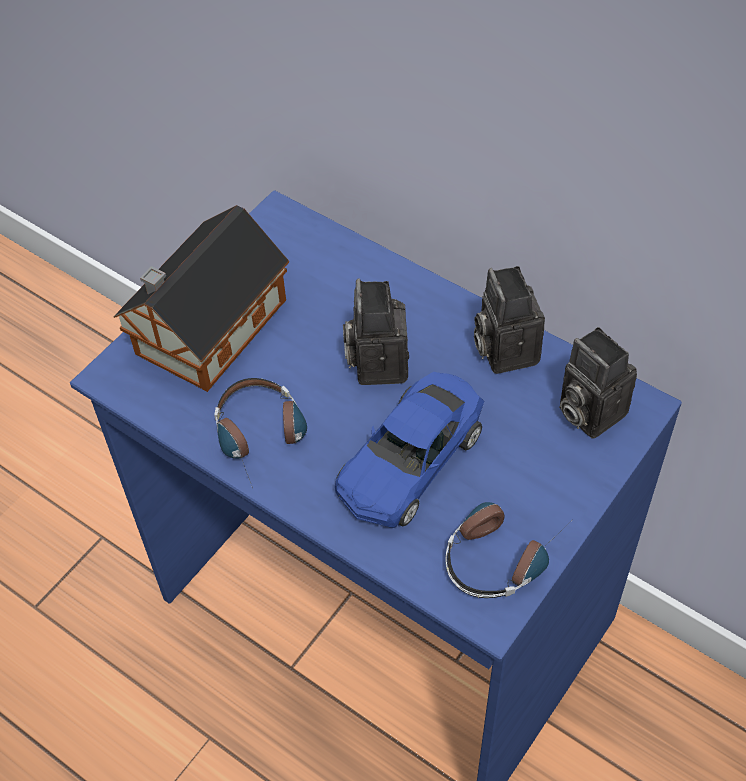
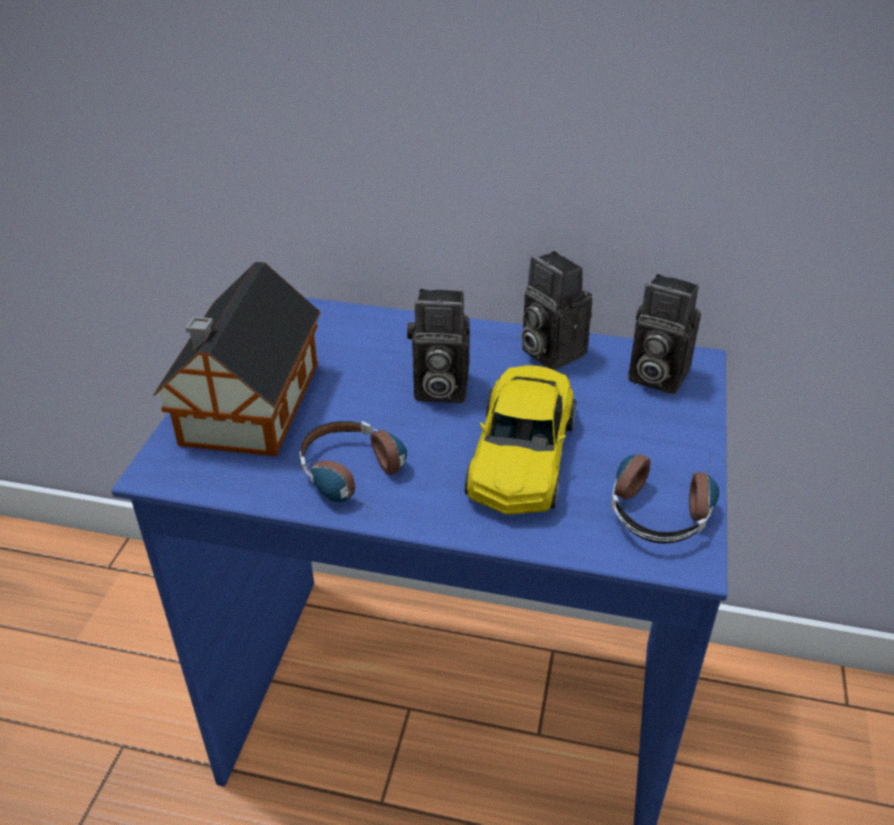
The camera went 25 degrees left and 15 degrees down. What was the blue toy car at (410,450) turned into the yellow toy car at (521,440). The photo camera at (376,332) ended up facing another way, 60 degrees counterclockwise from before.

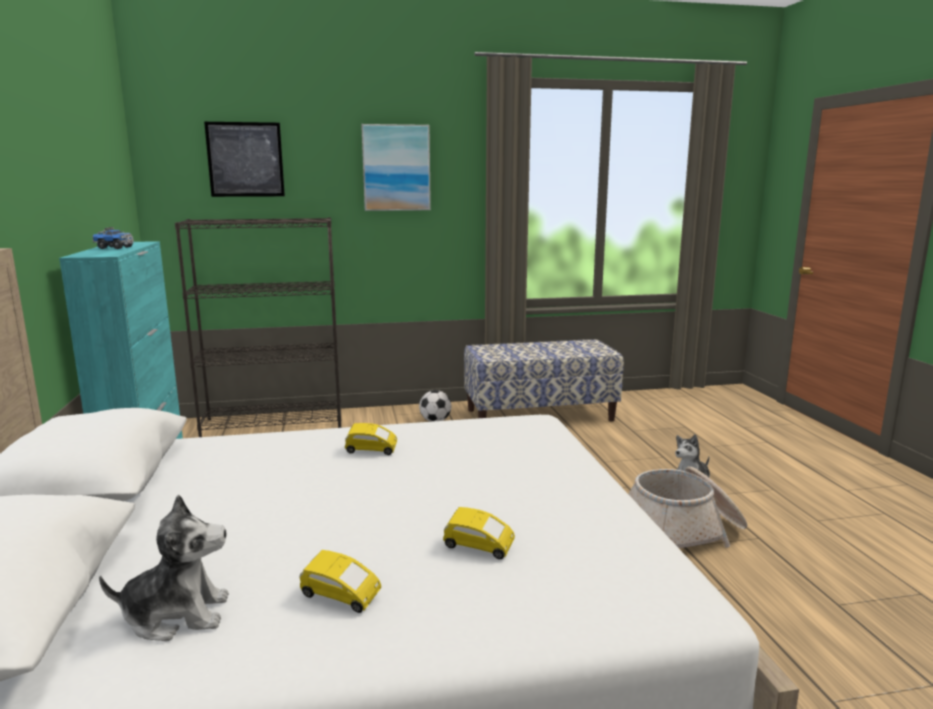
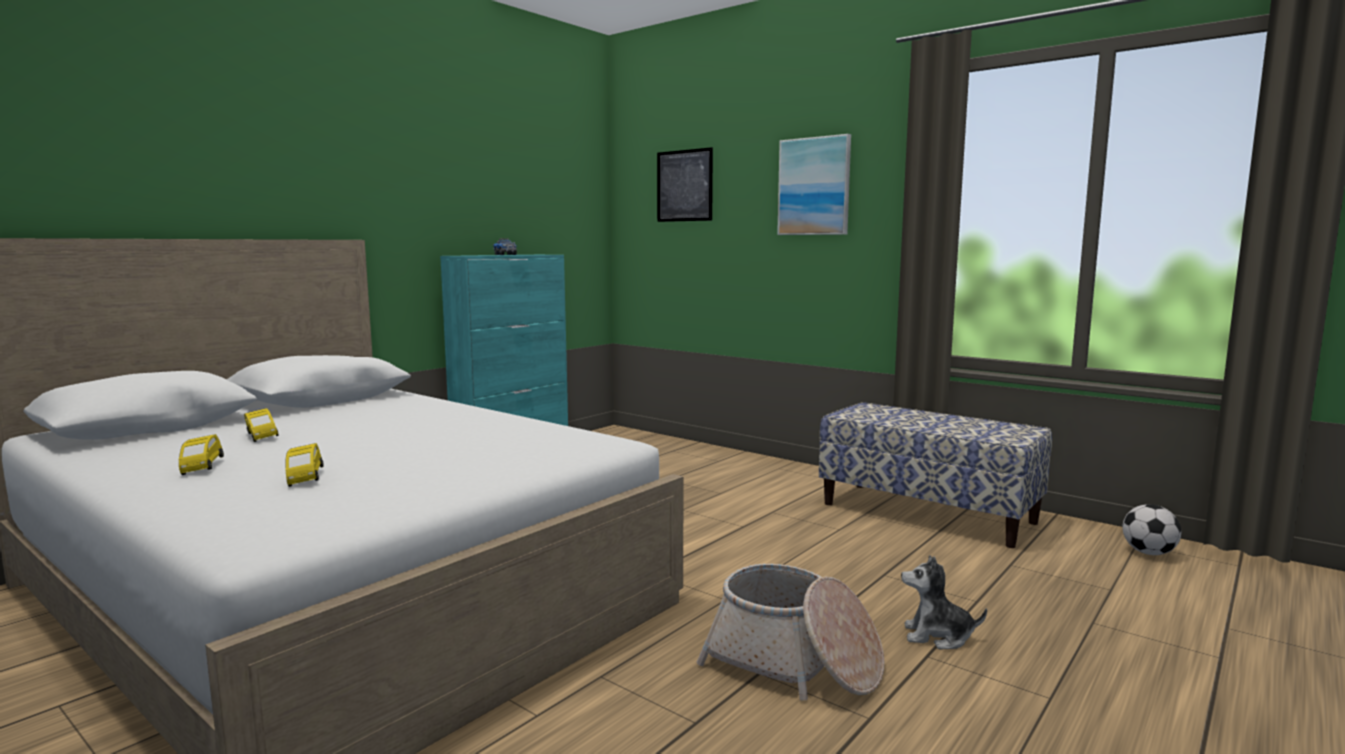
The camera went 50 degrees right and 5 degrees down. The second view lost the plush toy at (164,567). The second view lost the black bookcase at (258,327). The yellow toy car ended up elsewhere, having gone from (371,439) to (261,425). The football ended up elsewhere, having gone from (435,406) to (1151,529).

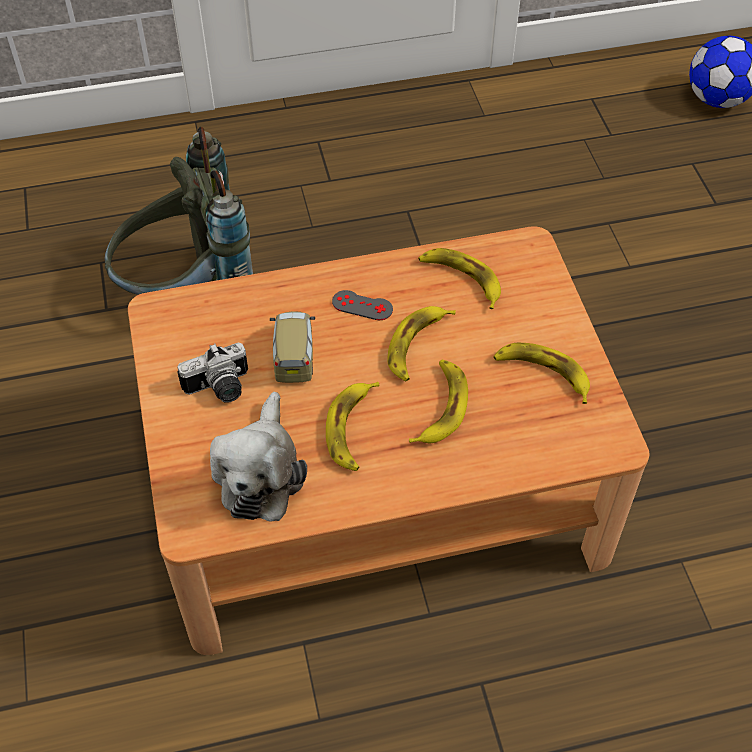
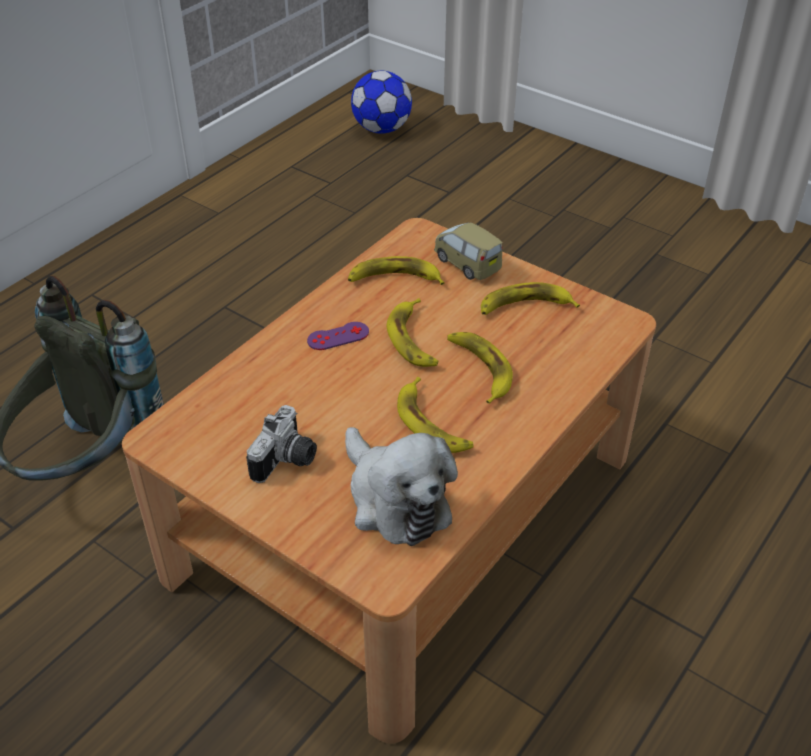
The camera went 40 degrees left and 10 degrees down. The toy car ended up elsewhere, having gone from (292,347) to (468,251). What was the grey game controller at (362,305) turned into the purple game controller at (338,336).

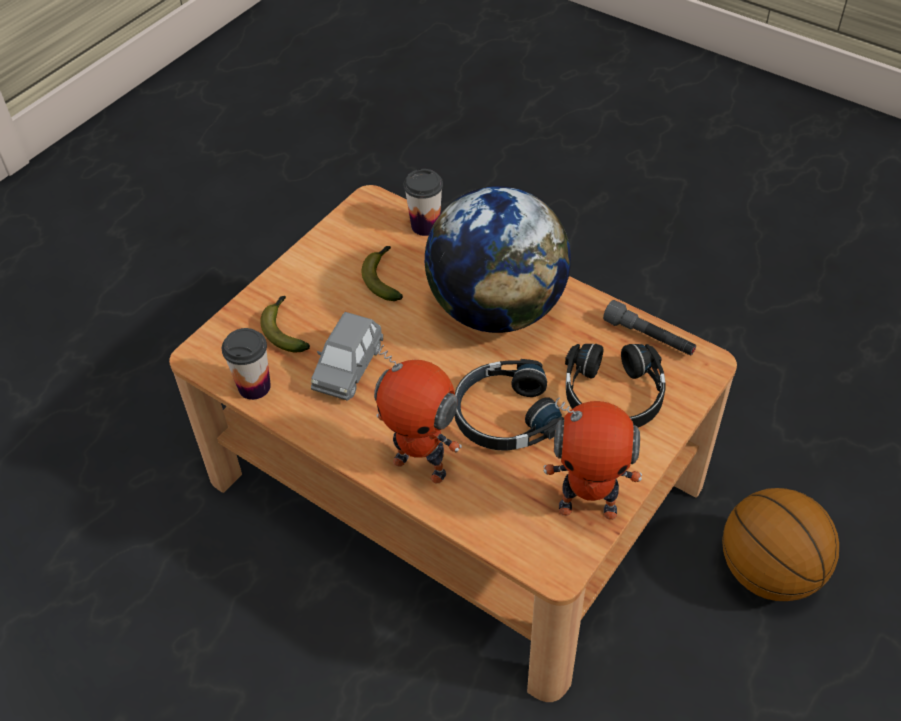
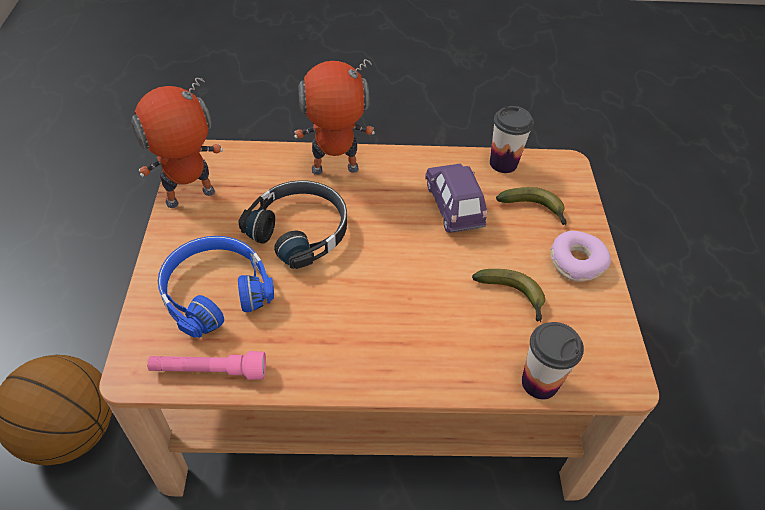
The camera went 140 degrees right and 0 degrees up. What was the grey toy car at (347,356) turned into the purple toy car at (456,198). The second view lost the globe at (498,259). What was the black headphones at (615,385) turned into the blue headphones at (216,287). What was the grey flashlight at (649,328) turned into the pink flashlight at (206,365). The second view gained the donut at (580,256).

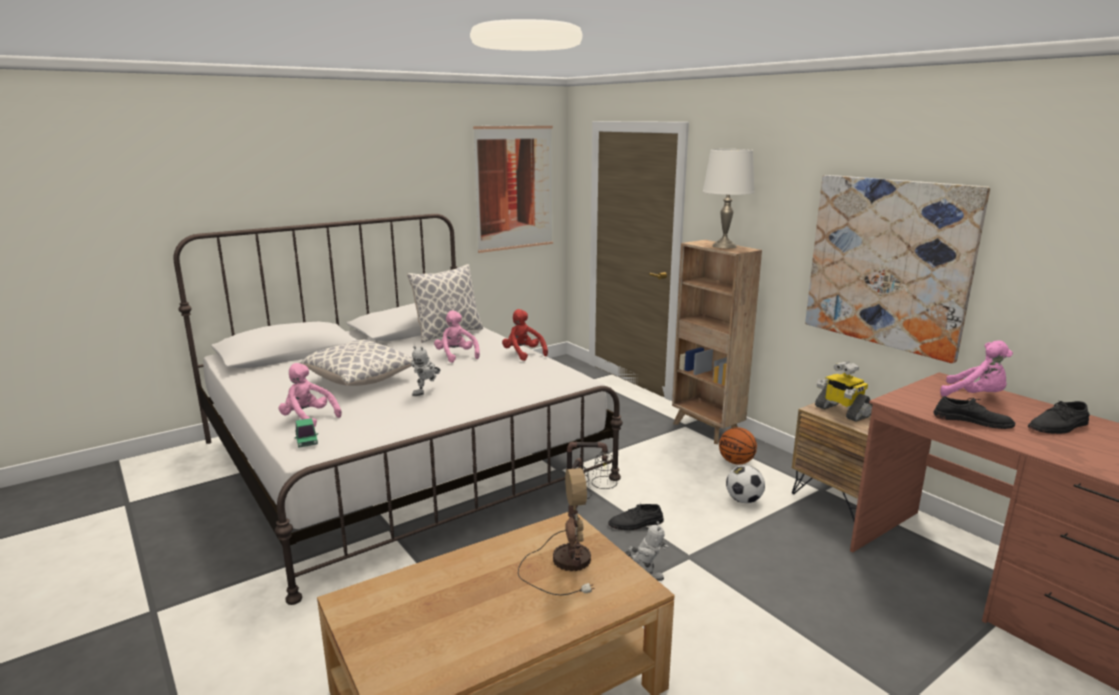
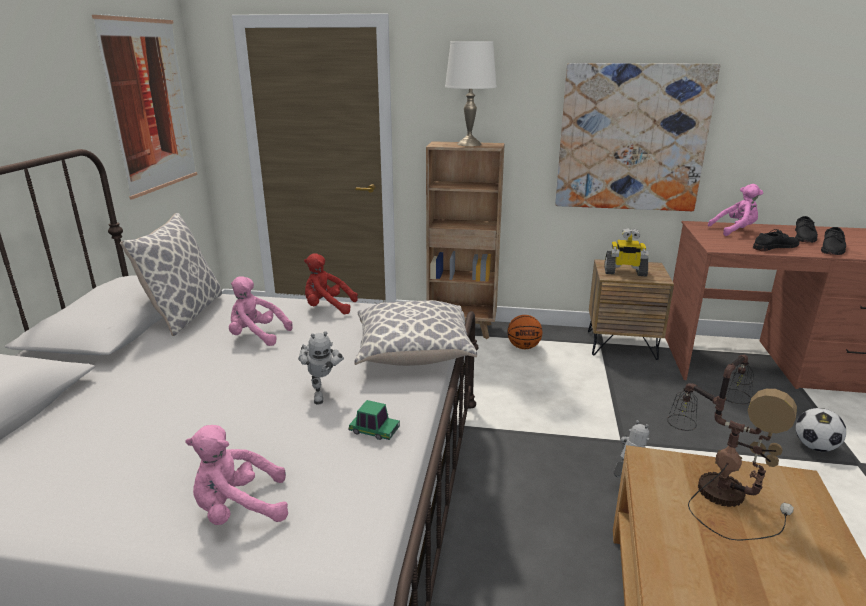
The camera went 45 degrees left and 5 degrees up. The toy car ended up elsewhere, having gone from (306,433) to (374,420). The pillow ended up elsewhere, having gone from (356,363) to (415,333). The black shoe ended up elsewhere, having gone from (636,516) to (833,241). The football ended up elsewhere, having gone from (745,484) to (821,430).

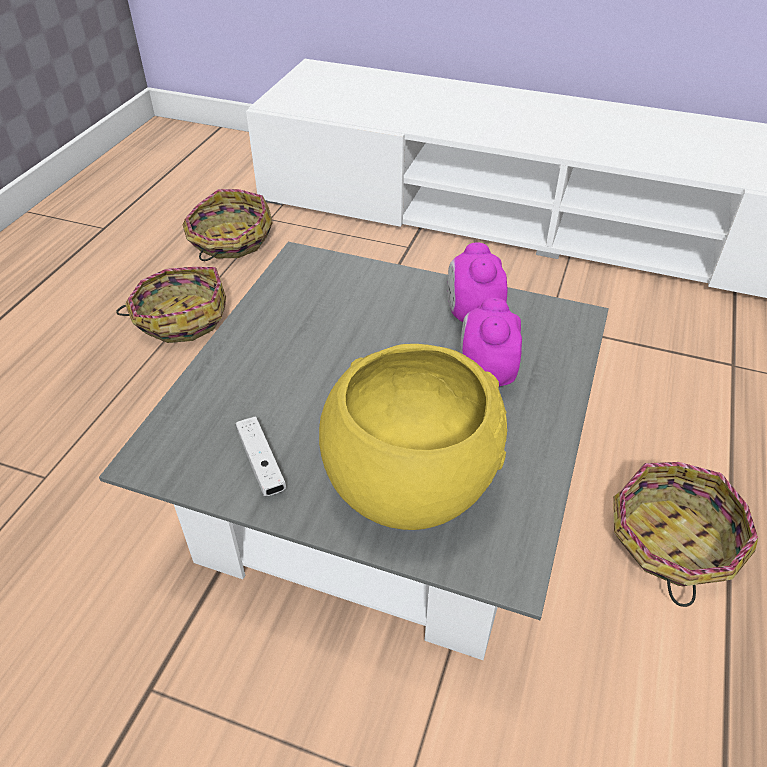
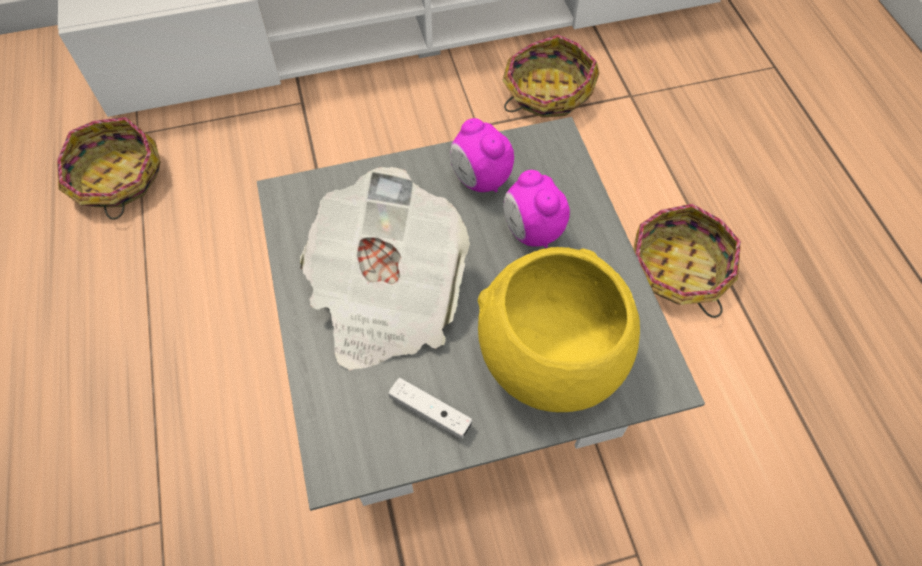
The camera went 35 degrees left and 15 degrees up. The basket ended up elsewhere, having gone from (171,305) to (550,76). The second view gained the newspaper at (385,268).

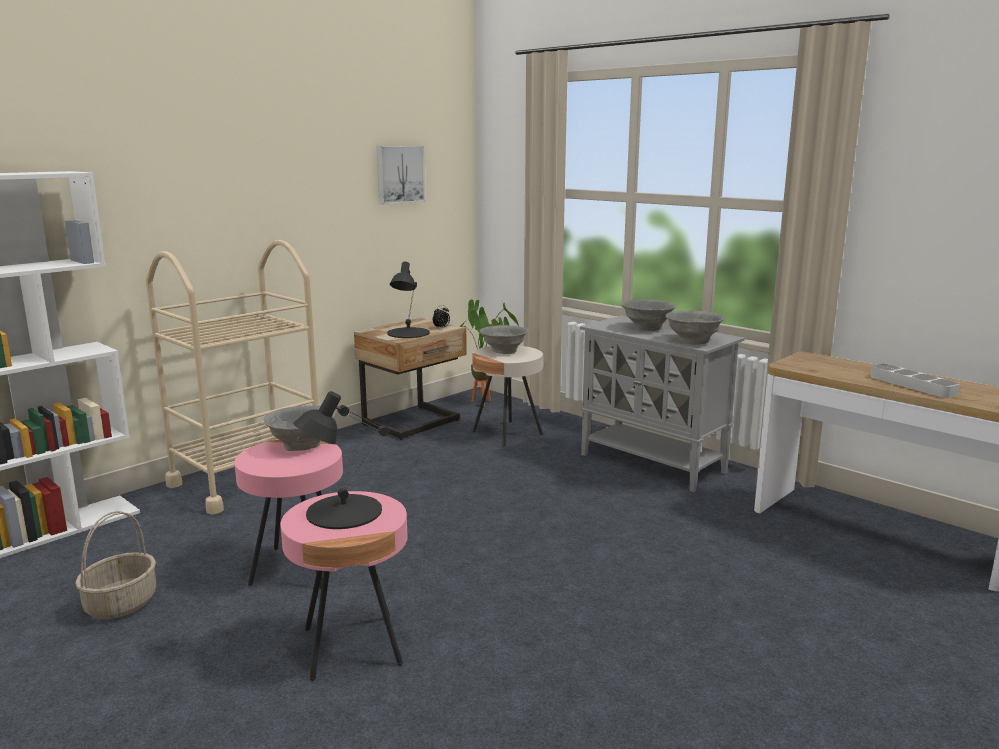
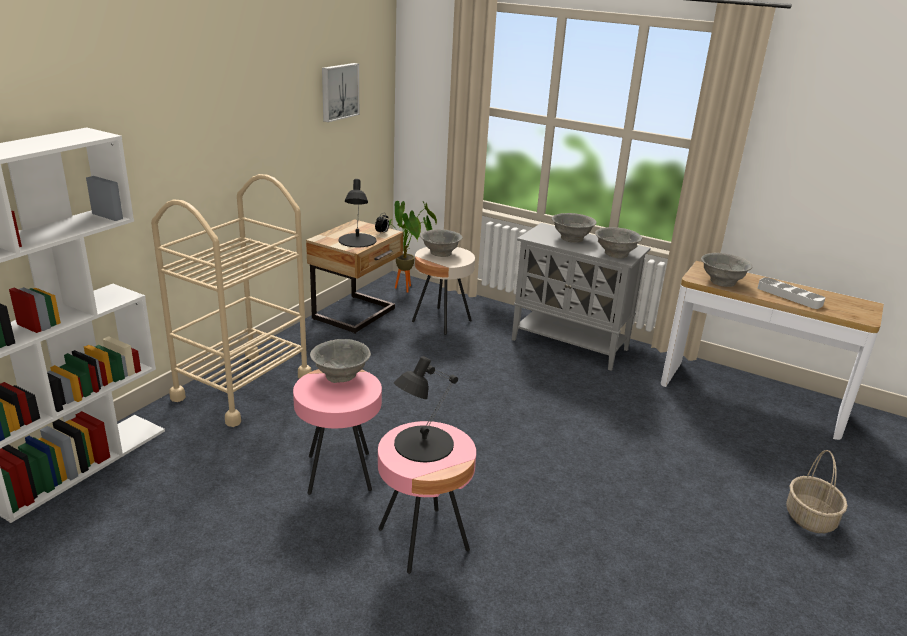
The camera went 15 degrees left and 10 degrees up. The basket ended up elsewhere, having gone from (115,565) to (817,491). The second view gained the grey bowl at (726,270).

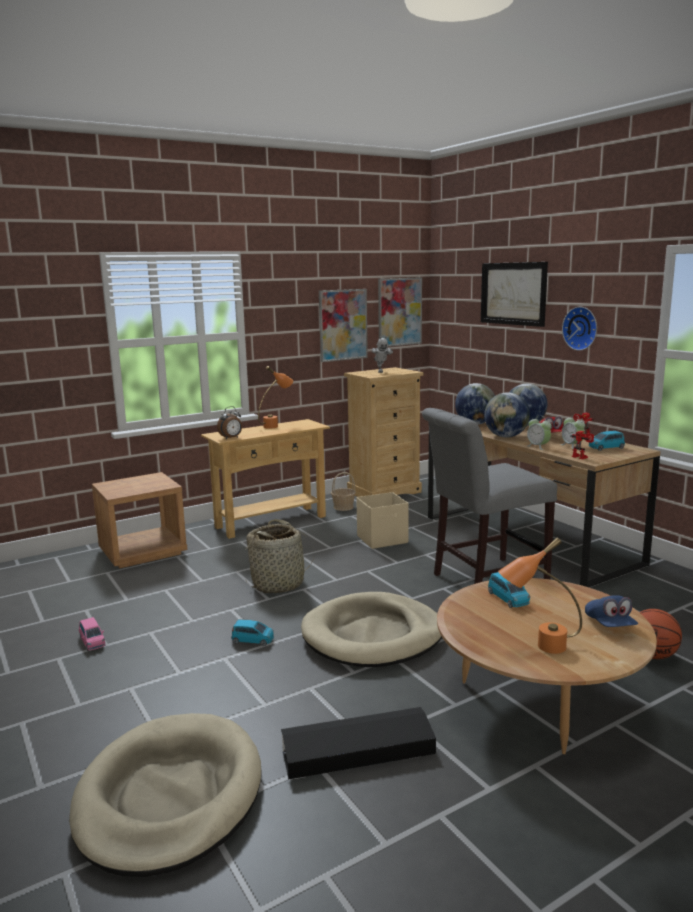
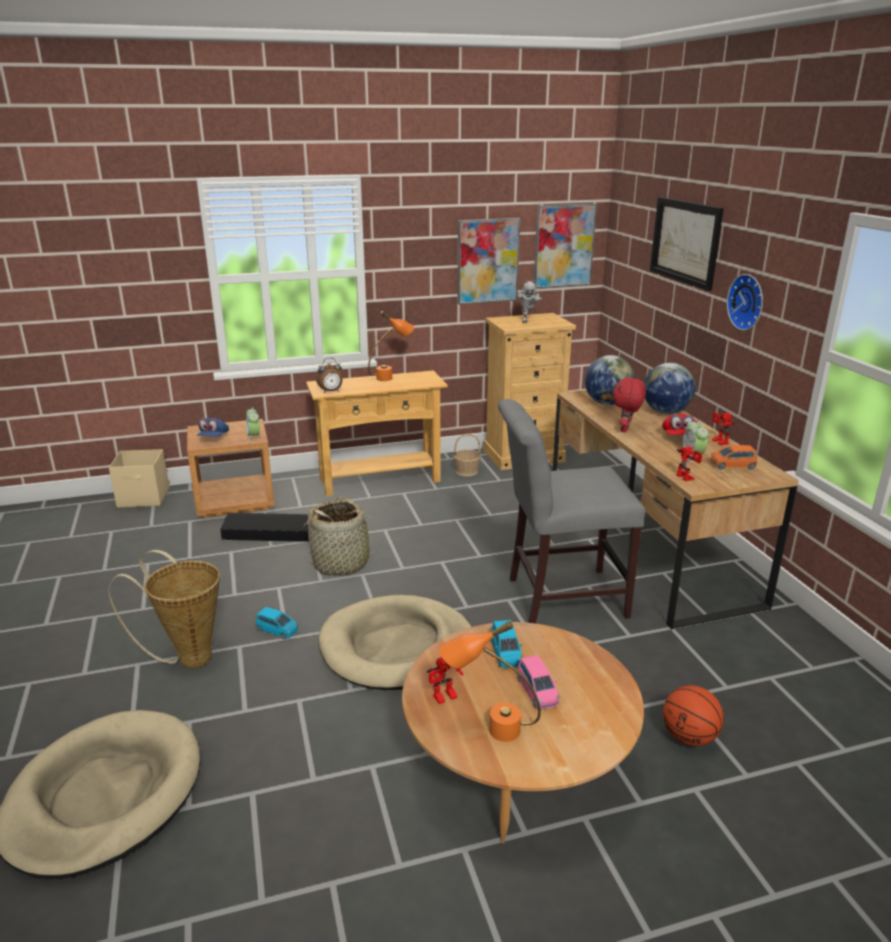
The camera went 15 degrees right and 10 degrees up. The pink toy car ended up elsewhere, having gone from (92,634) to (538,682). The black storage box ended up elsewhere, having gone from (358,743) to (264,527). The beige storage box ended up elsewhere, having gone from (382,520) to (139,478). Where the globe stood at (507,414), the red plush toy came to stand at (629,404). The alarm clock ended up elsewhere, having gone from (539,433) to (253,424). The blue cap ended up elsewhere, having gone from (611,611) to (213,427). What was the blue toy car at (607,441) turned into the orange toy car at (733,457). The second view gained the basket at (164,609). The second view gained the toy robot at (445,680).

